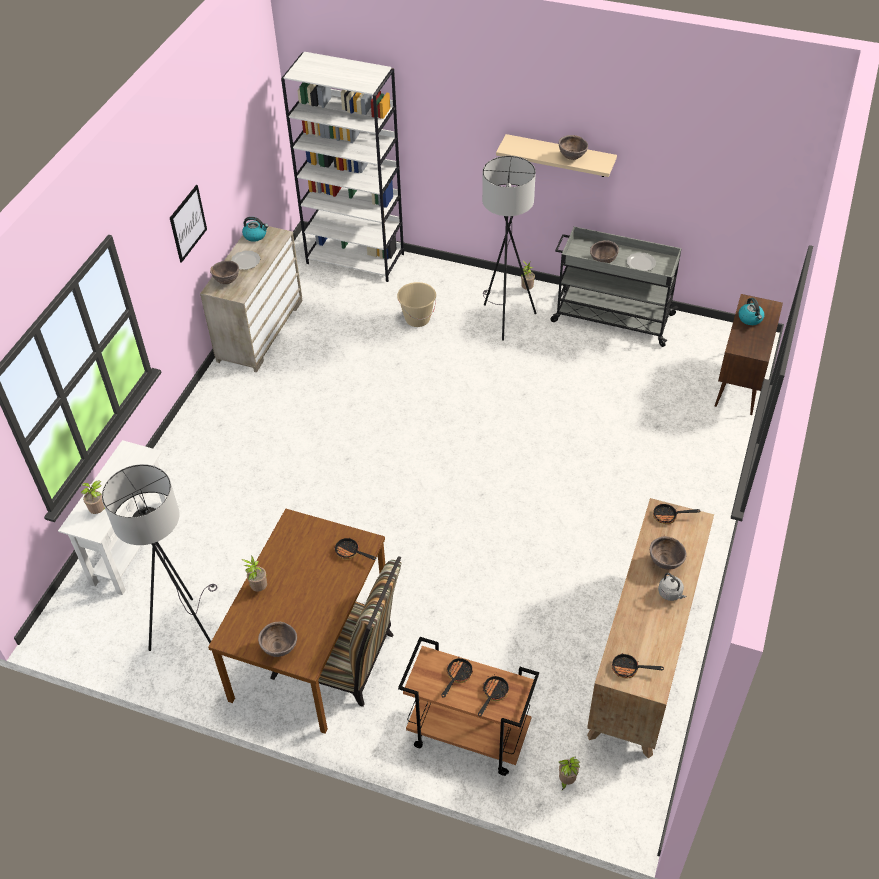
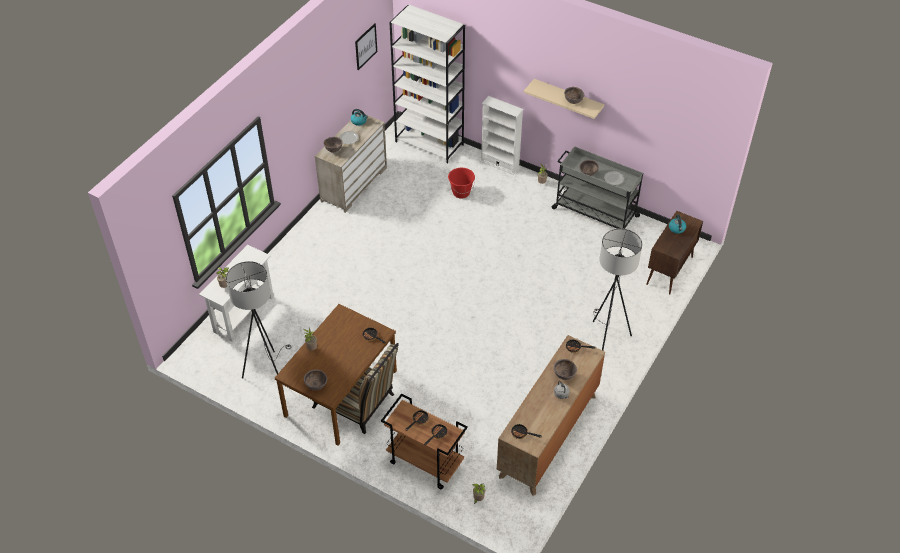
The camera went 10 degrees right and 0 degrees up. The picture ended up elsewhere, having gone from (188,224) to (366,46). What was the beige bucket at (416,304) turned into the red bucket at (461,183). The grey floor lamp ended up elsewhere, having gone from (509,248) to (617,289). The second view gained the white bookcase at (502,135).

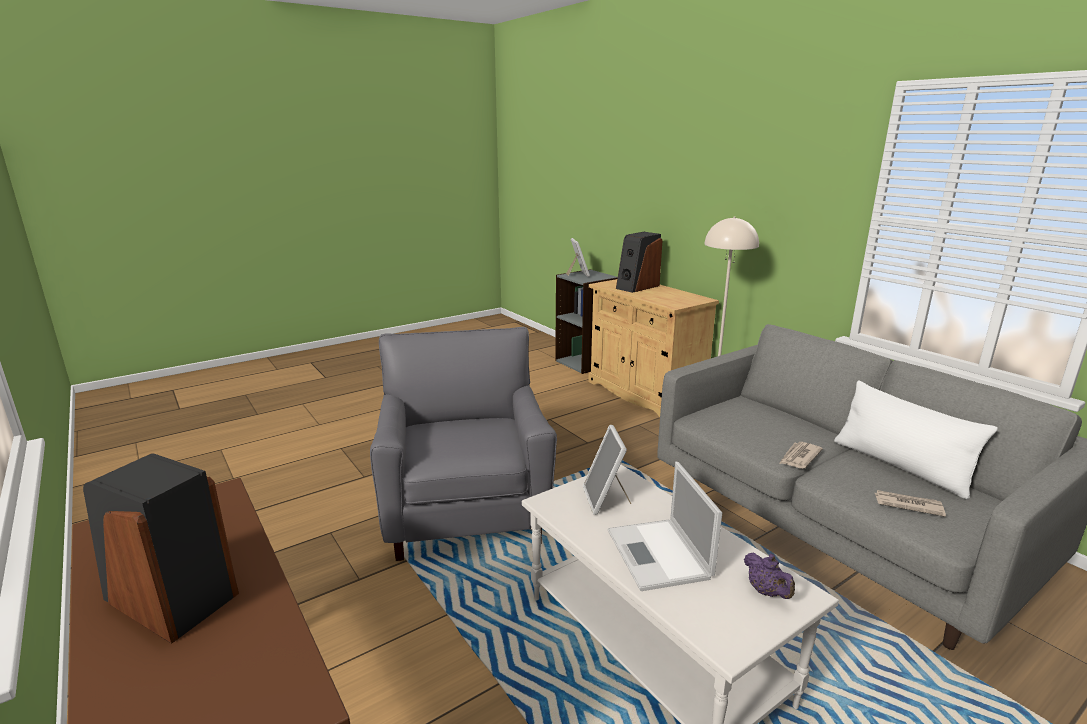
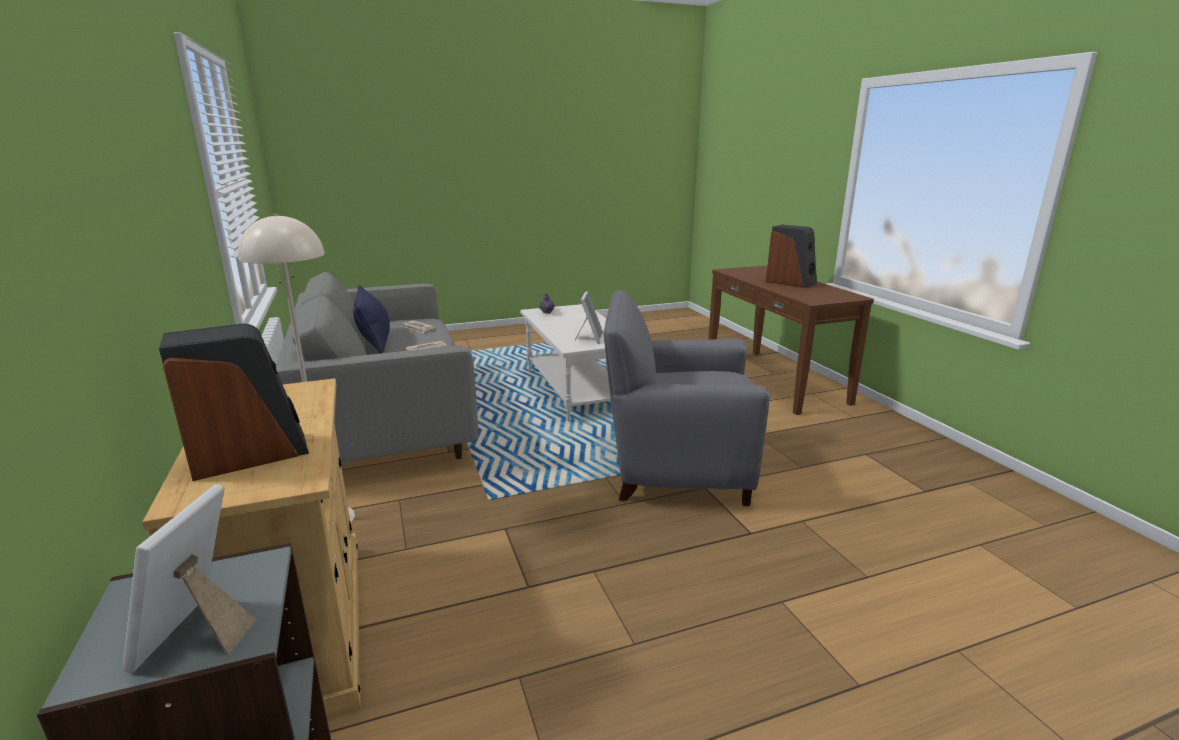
The camera went 165 degrees left and 0 degrees up. The grey armchair at (463,444) ended up facing another way, 90 degrees clockwise from before. The second view lost the laptop at (665,526). What was the white pillow at (916,439) turned into the blue pillow at (371,319).

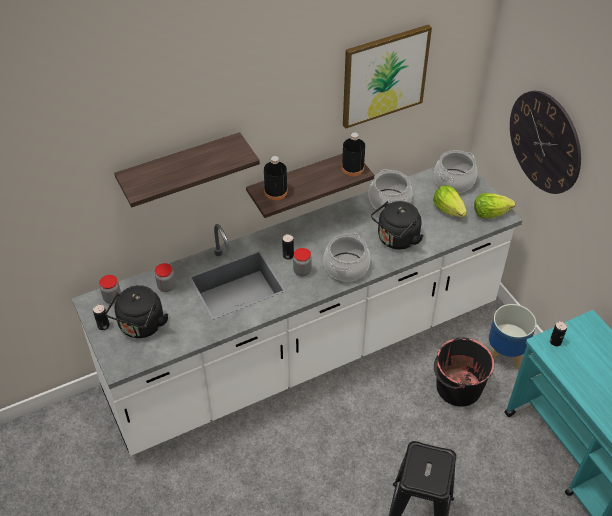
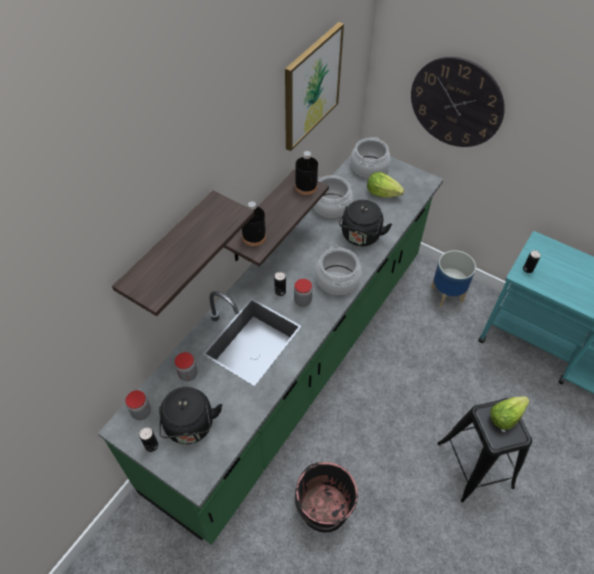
The camera went 30 degrees left and 5 degrees up. What was the white counter at (297,311) turned into the green counter at (270,350). The black bucket ended up elsewhere, having gone from (464,372) to (326,497). The lettuce ended up elsewhere, having gone from (494,206) to (510,413).

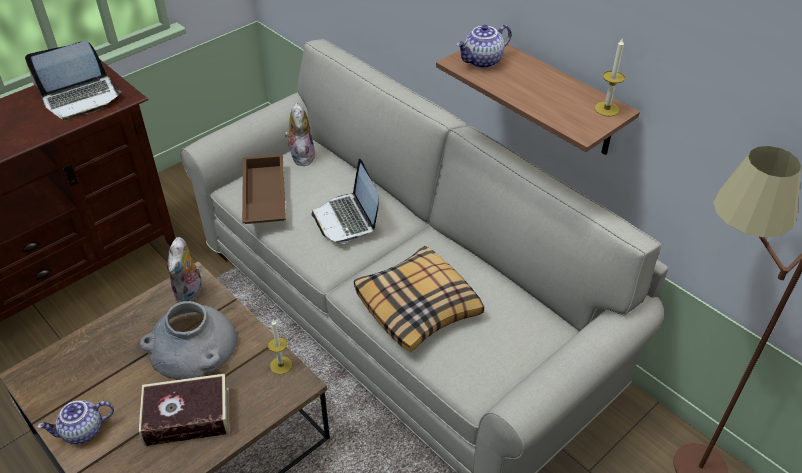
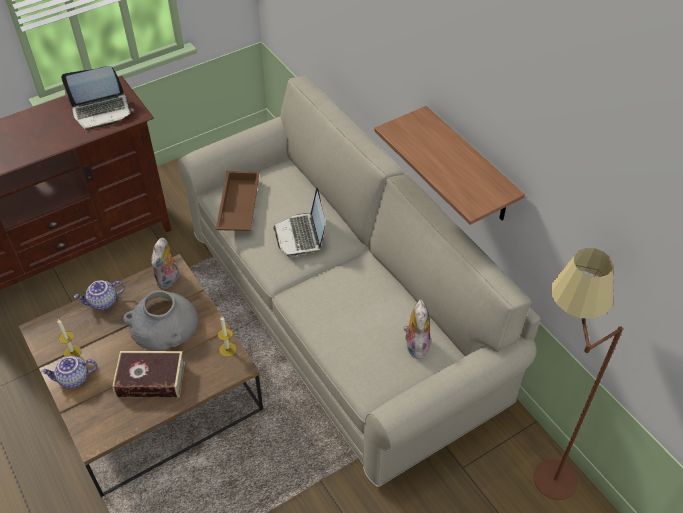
The camera went 10 degrees right and 5 degrees up. The plush toy ended up elsewhere, having gone from (300,134) to (417,329). The second view lost the pillow at (419,299). The teapot ended up elsewhere, having gone from (483,46) to (99,295). The candle ended up elsewhere, having gone from (610,77) to (70,338).

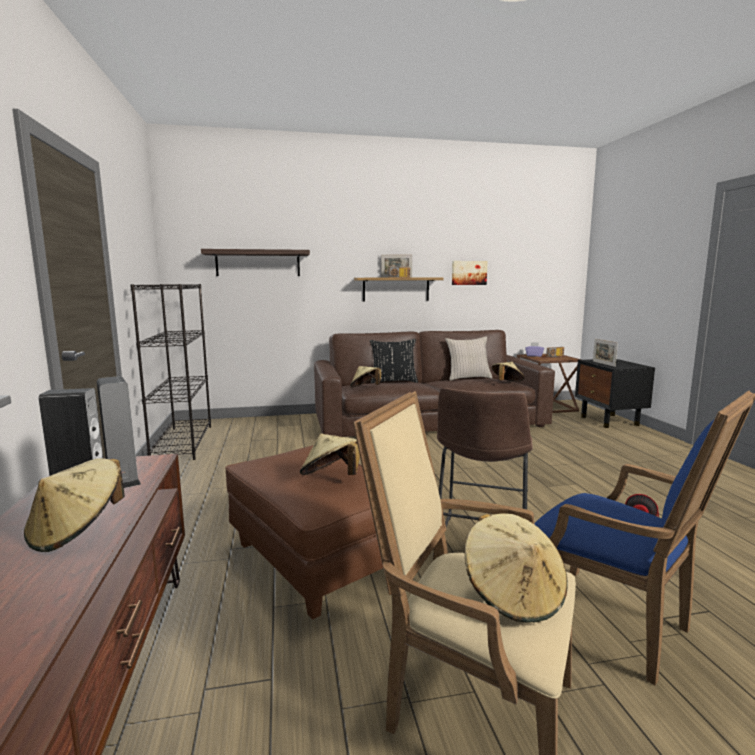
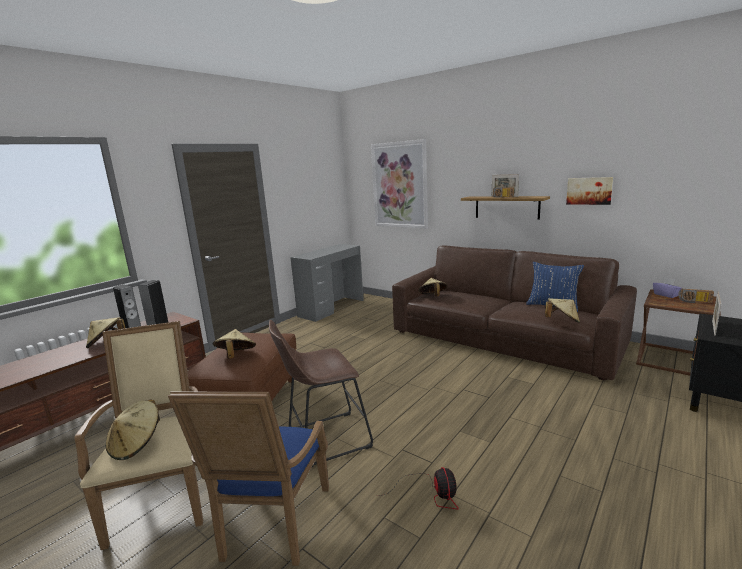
The camera went 50 degrees right and 5 degrees up. Where the black bookcase stood at (170,372), the grey desk came to stand at (327,283). Where the shelf hung at (255,262), the picture came to hang at (399,183). The second view lost the black pillow at (394,361). What was the beige pillow at (469,358) turned into the blue pillow at (555,287).

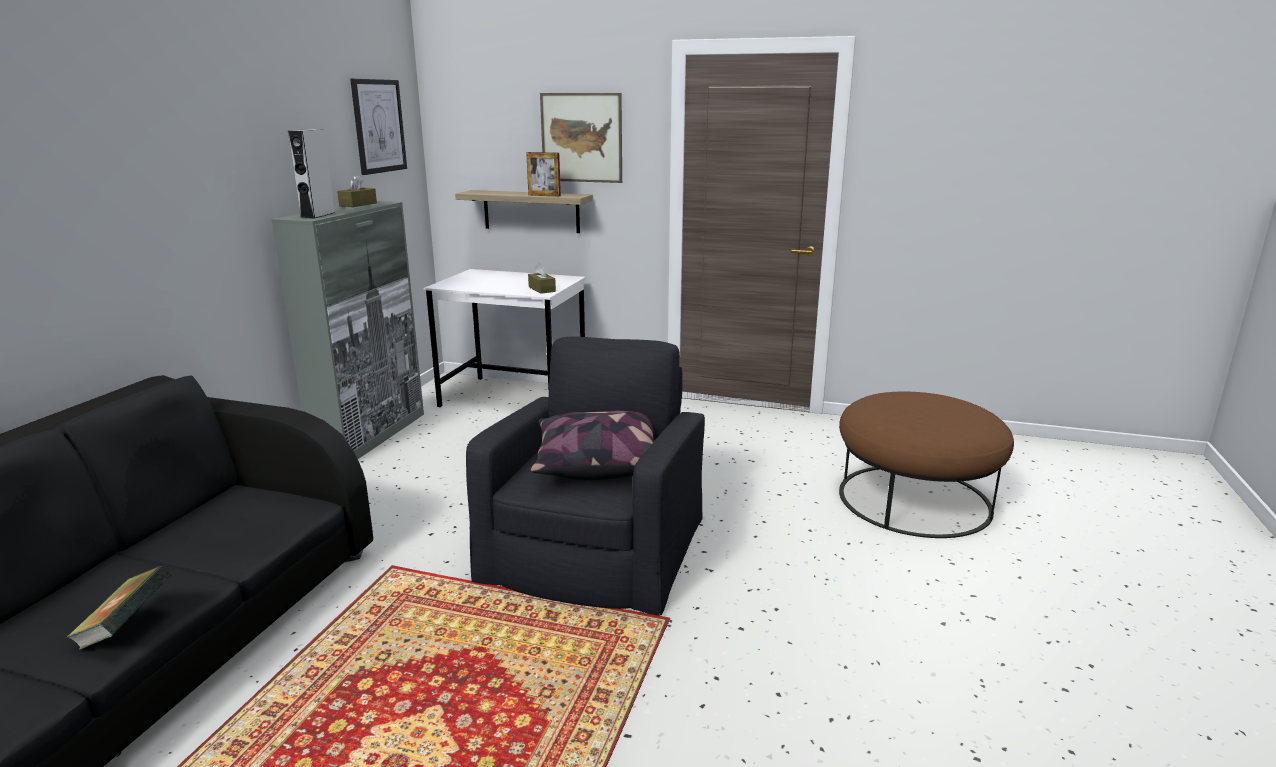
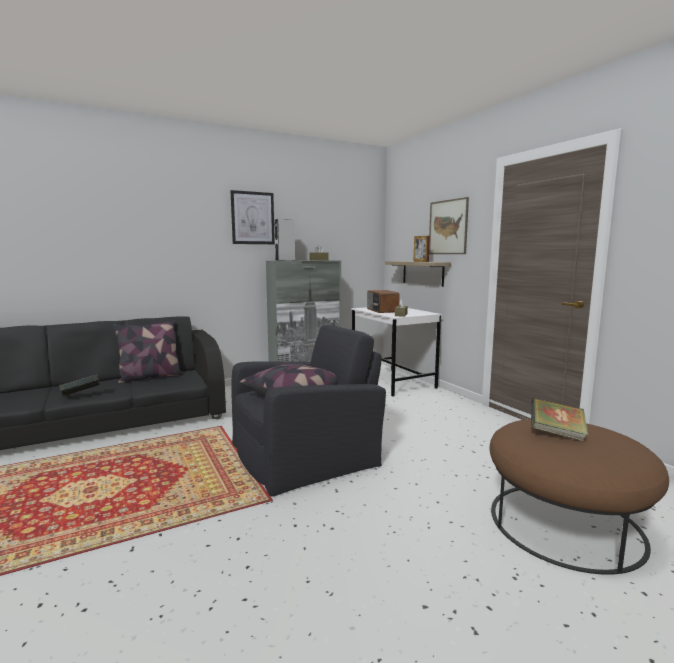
The camera went 45 degrees right and 10 degrees down. The picture ended up elsewhere, having gone from (378,127) to (253,217). The second view gained the pillow at (148,351). The second view gained the radio at (383,301). The second view gained the book at (559,419).

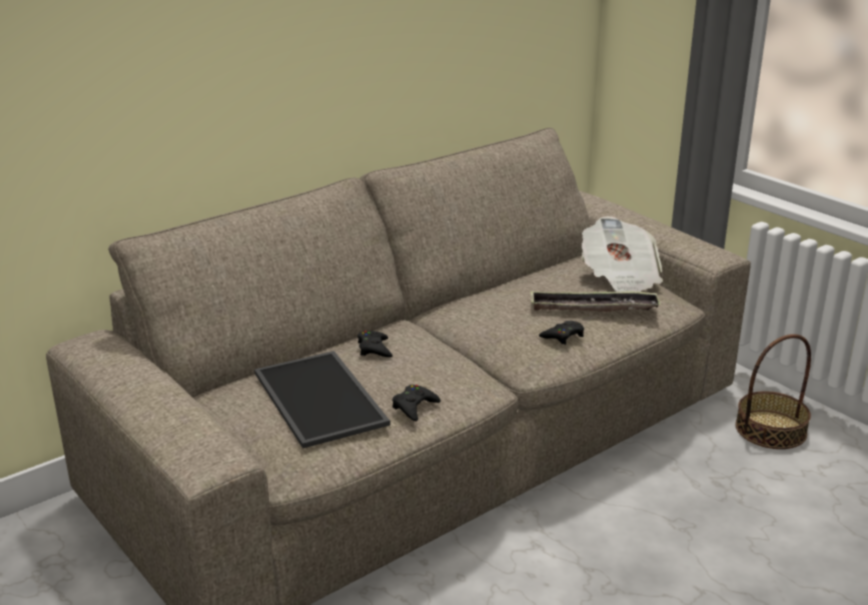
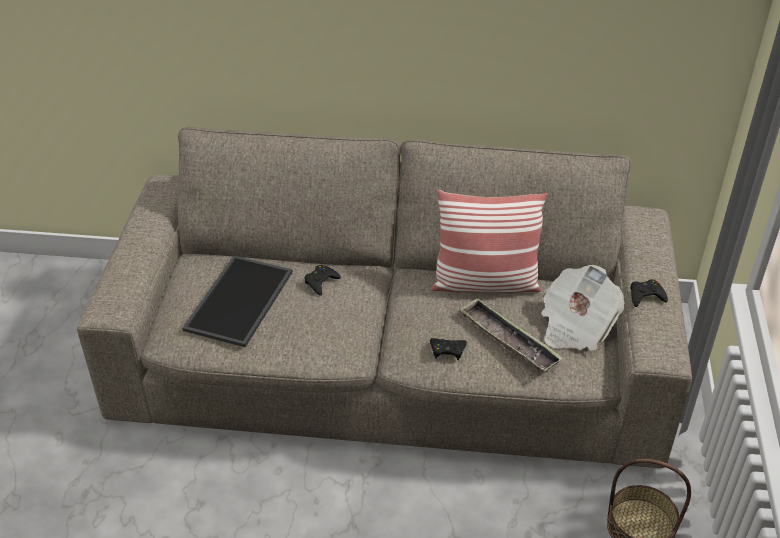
The camera went 45 degrees right and 15 degrees up. The black game controller ended up elsewhere, having gone from (416,403) to (649,293). The second view gained the pillow at (490,241).

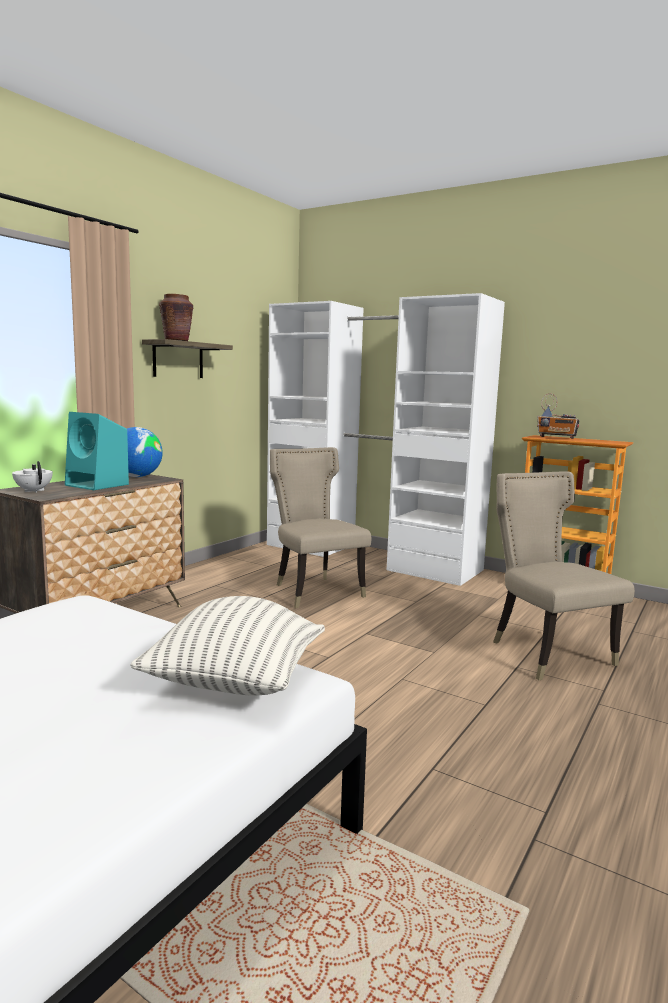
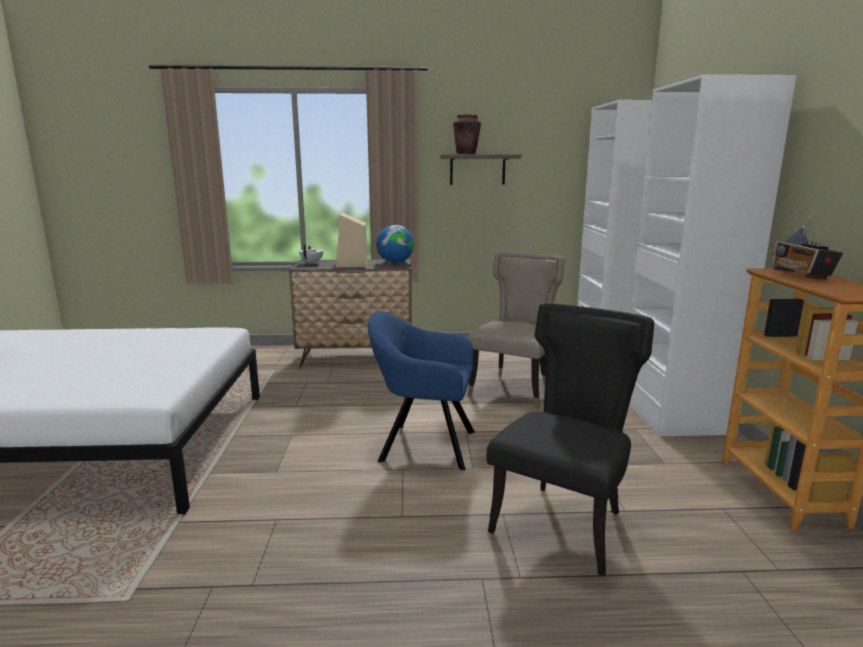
The camera went 55 degrees right and 5 degrees up. What was the turquoise speaker at (97,451) turned into the beige speaker at (351,240). The second view lost the pillow at (227,645). What was the beige chair at (564,576) turned into the black chair at (570,439). The second view gained the blue armchair at (421,390).

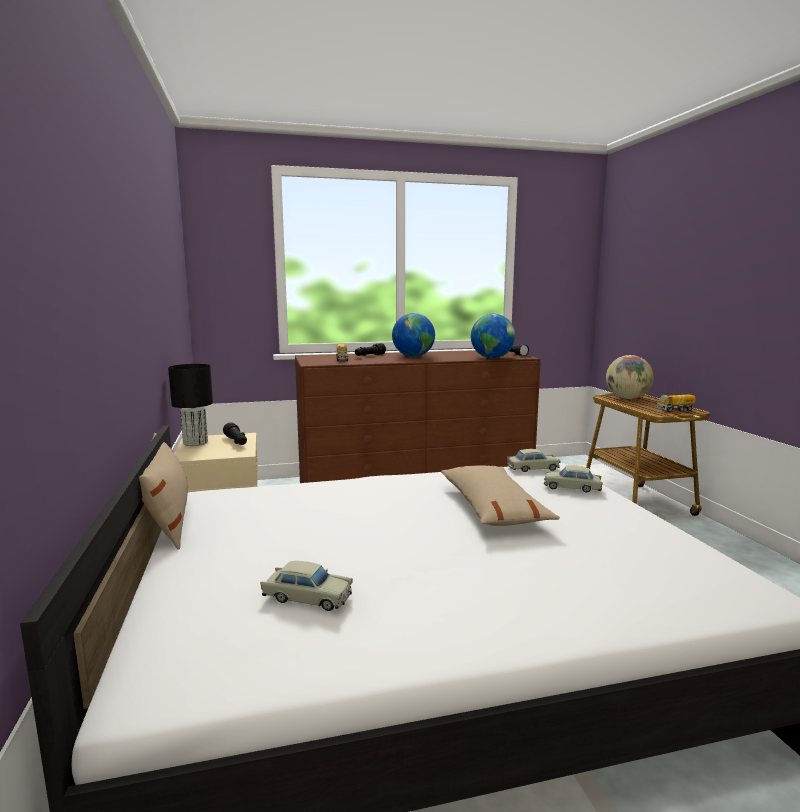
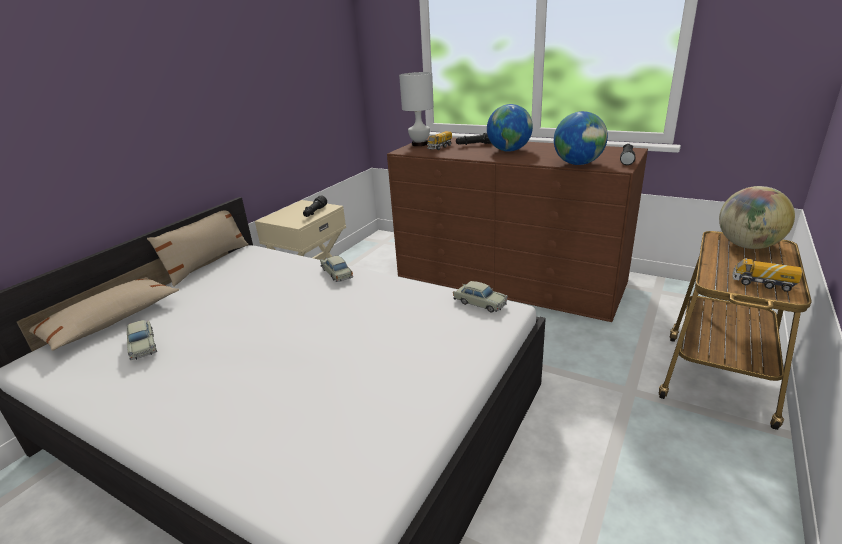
The camera went 45 degrees right and 15 degrees up. The second view lost the black table lamp at (190,405). The beige pillow ended up elsewhere, having gone from (500,495) to (104,314). The beige toy car ended up elsewhere, having gone from (573,479) to (336,268). The second view gained the white table lamp at (416,109).

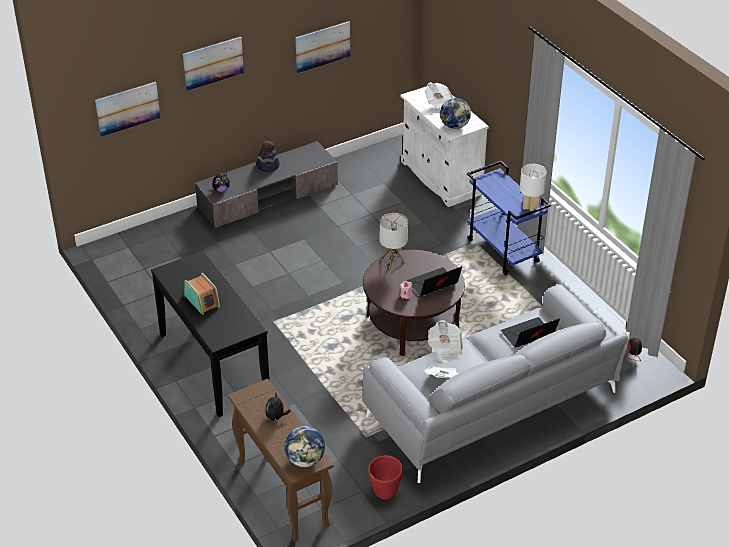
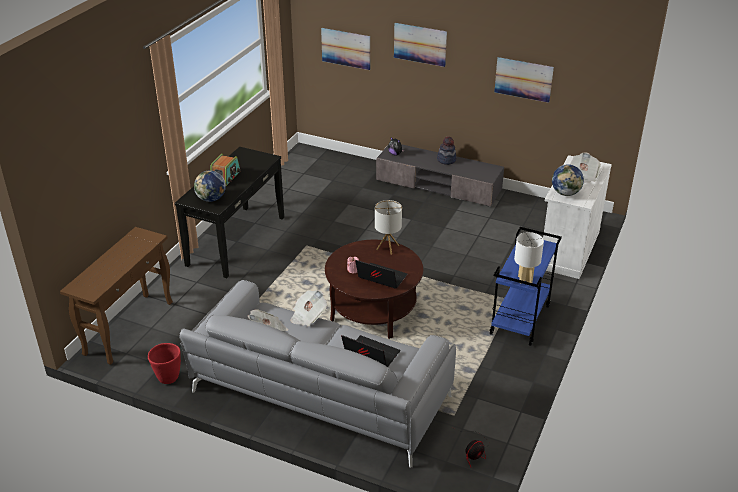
The camera went 55 degrees right and 5 degrees down. The second view lost the plush toy at (278,407). The globe ended up elsewhere, having gone from (305,446) to (210,186).

